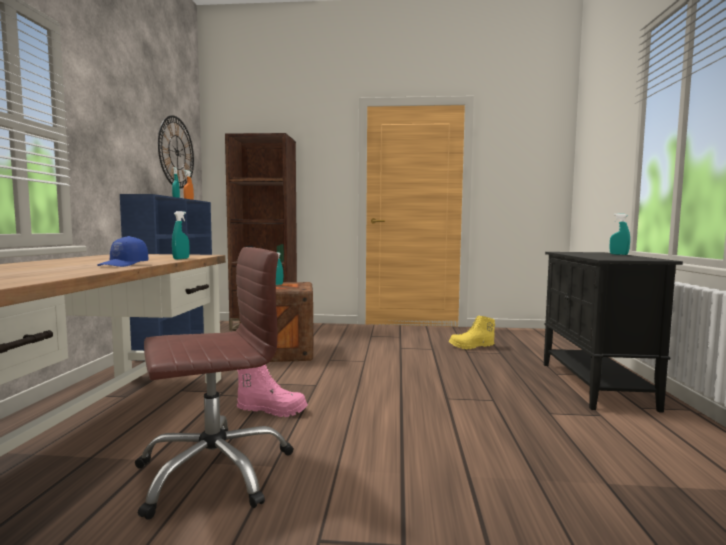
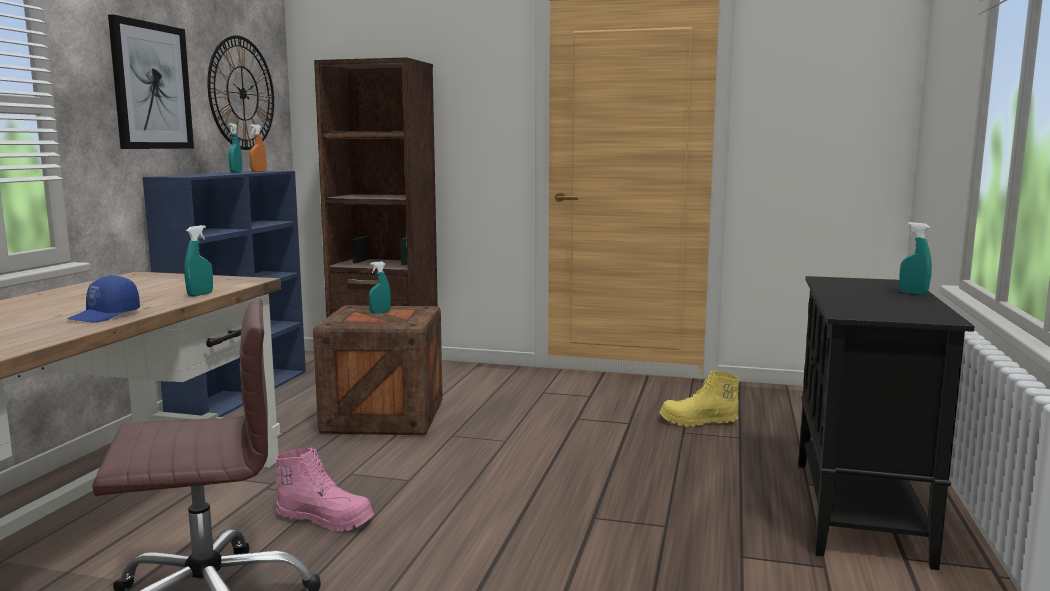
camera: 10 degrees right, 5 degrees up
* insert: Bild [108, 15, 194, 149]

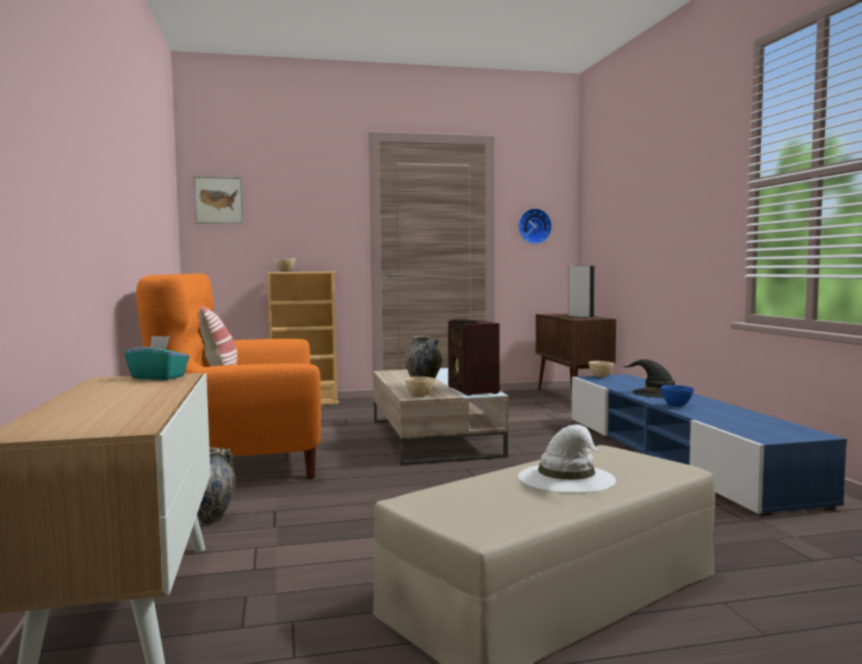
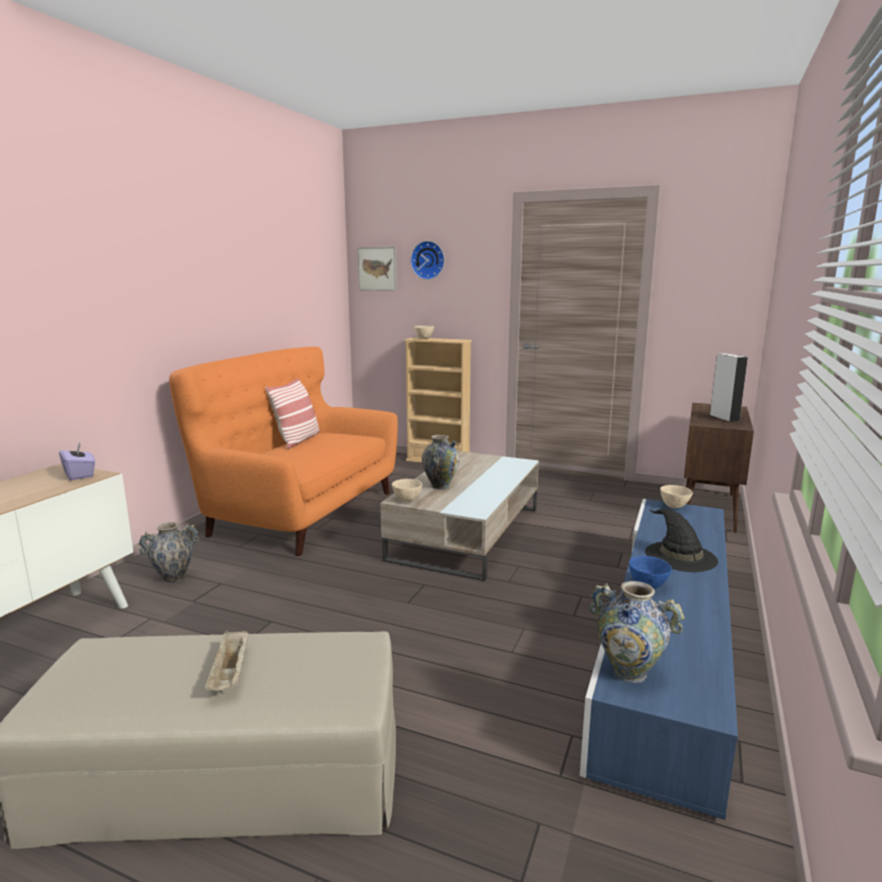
camera: 35 degrees right, 10 degrees up
* recolor: Taschentuchbox (türkis) [124, 336, 190, 380] to Taschentuchbox (lila) [59, 442, 95, 480]
* delete: Radio [448, 319, 500, 396]
* move: Wanduhr [518, 208, 552, 244] to [410, 241, 445, 280]
* replace: Hut (weiß) [518, 424, 616, 493] to Tablett (beige) [204, 630, 249, 691]
* insert: Vase [590, 581, 685, 683]

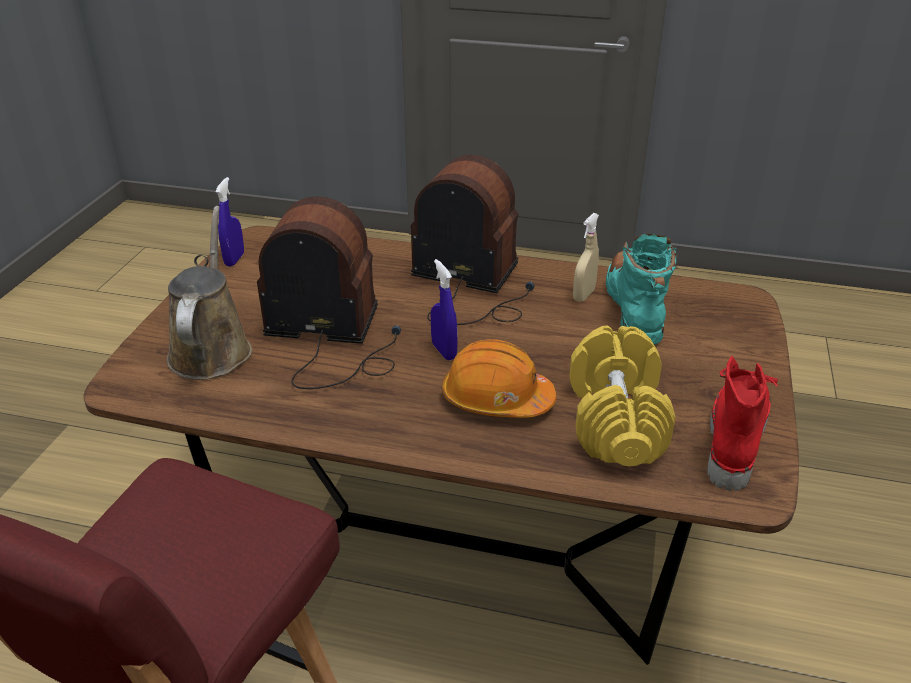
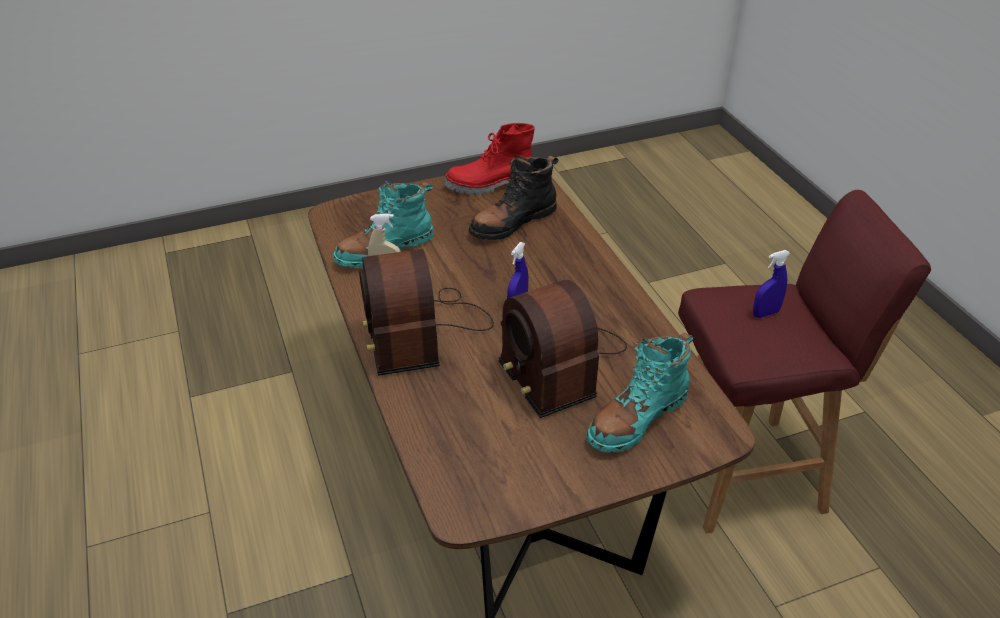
camera: 125 degrees left, 5 degrees up
* replace: Gießkanne (braun) [167, 206, 252, 380] to Stiefel (türkis) [586, 333, 693, 453]
* move: Sprühflasche (blau) [215, 177, 244, 267] to [753, 250, 791, 318]
* delete: Schutzhelm (orange) [442, 339, 557, 418]
* replace: Hantel (gelb) [569, 326, 676, 467] to Stiefel (schwarz) [469, 155, 558, 240]

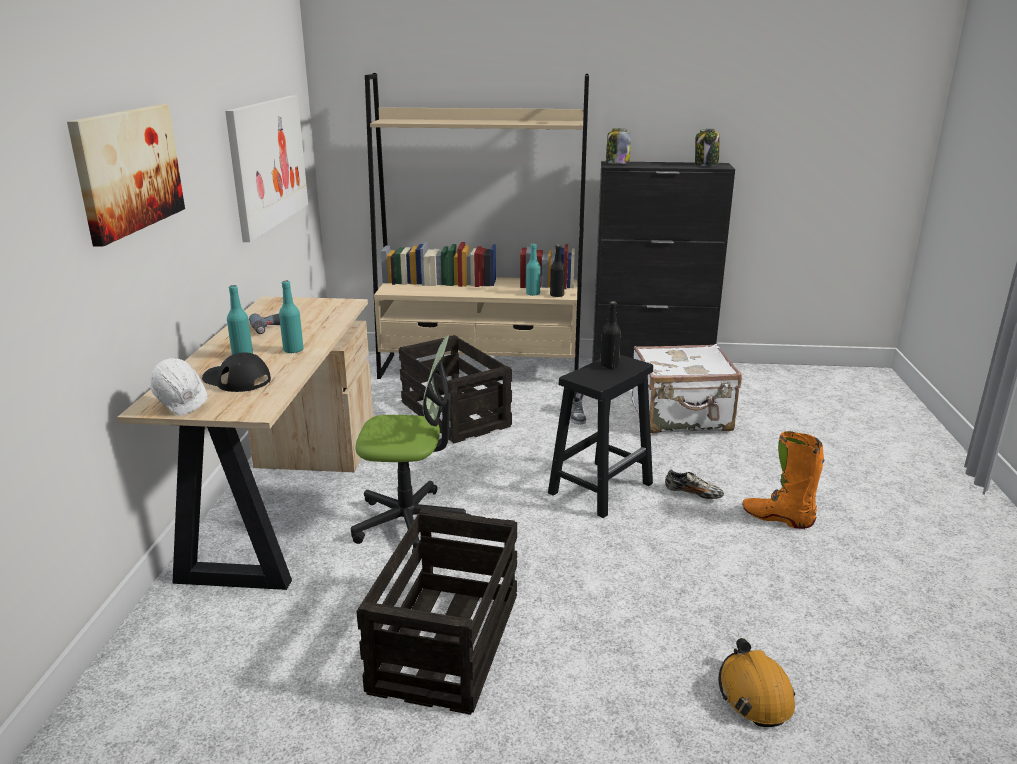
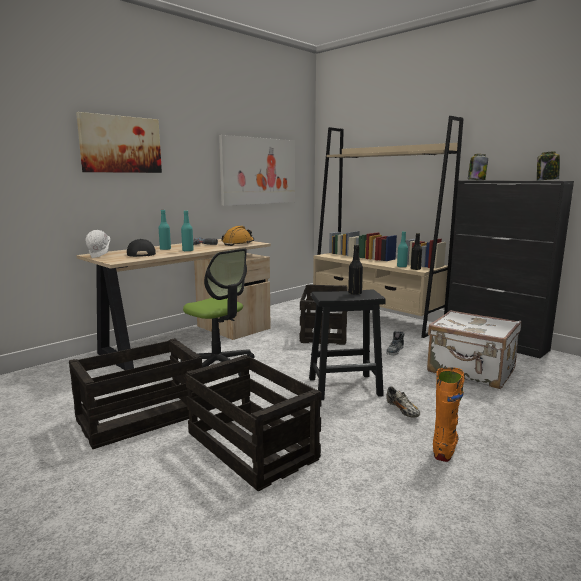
camera: 40 degrees right, 10 degrees down
* move: Schutzhelm (orange) [719, 638, 795, 727] to [221, 226, 254, 246]
* rotate: Stiefel (orange) [743, 431, 824, 529] = [433, 367, 464, 462] 45 degrees clockwise
* insert: Kiste [185, 355, 322, 492]

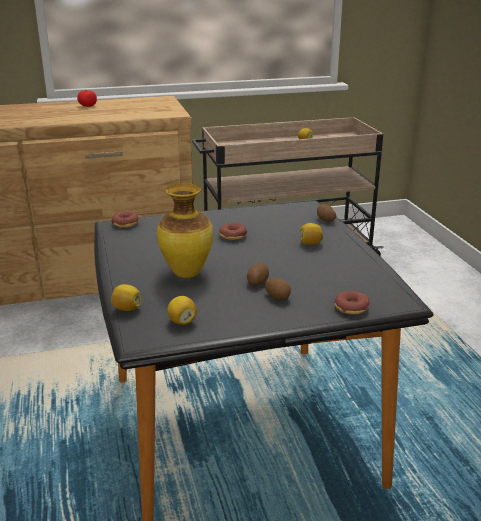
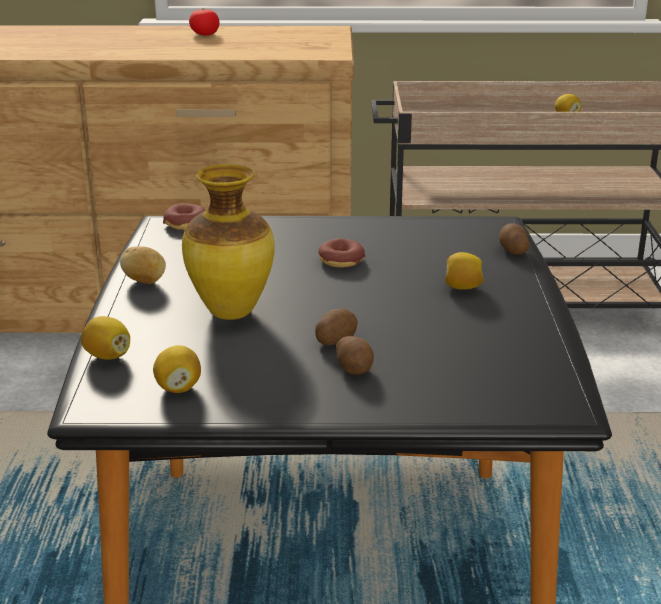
camera: 15 degrees right, 0 degrees up
* delete: Donut [334, 291, 370, 315]
* insert: Kartoffel [120, 246, 166, 284]

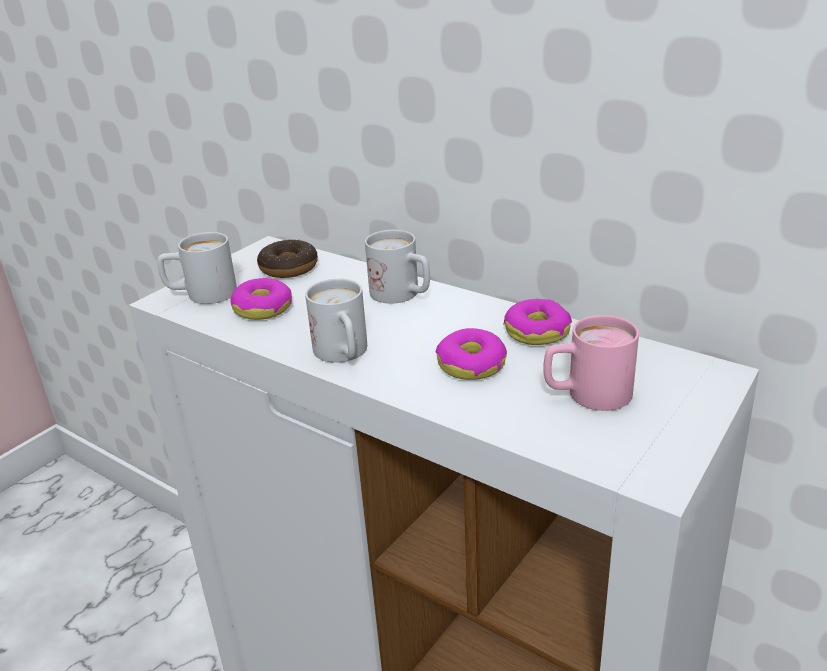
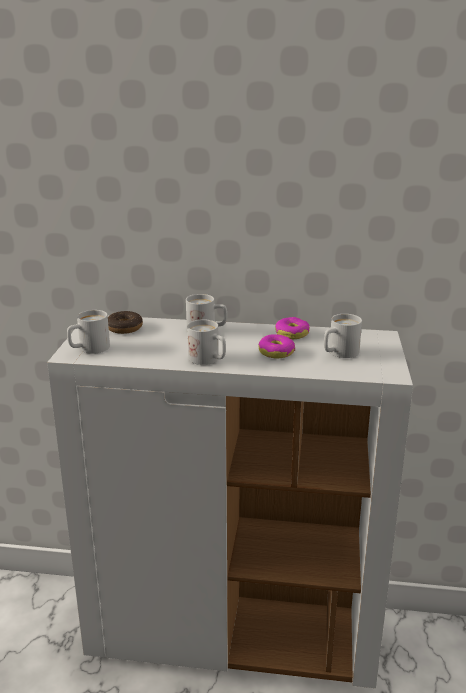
camera: 30 degrees left, 5 degrees down
* delete: Donut [230, 278, 292, 320]
* recolor: Henkelbecher (rosa) [543, 315, 639, 411] to Henkelbecher (weiß) [324, 314, 362, 358]

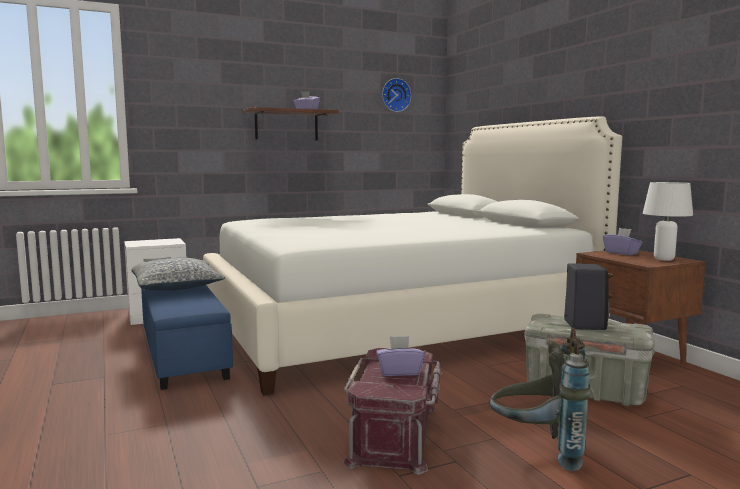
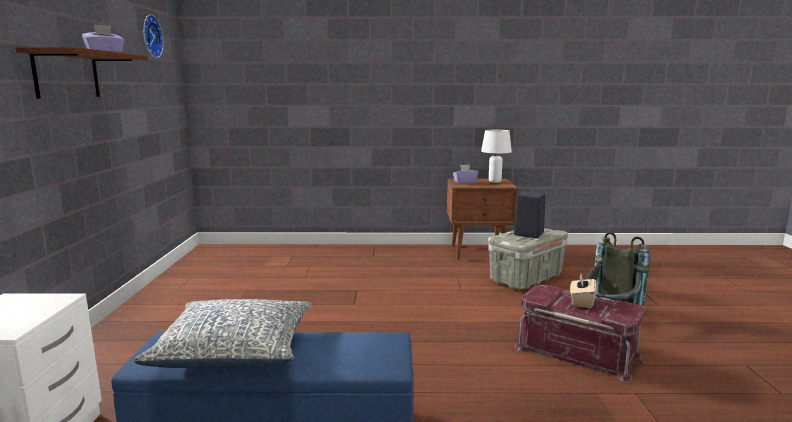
camera: 65 degrees left, 5 degrees up
* delete: Bett (weiß) [203, 116, 622, 396]
* recolor: Taschentuchbox (lila) [376, 336, 425, 376] to Taschentuchbox (beige) [570, 274, 596, 308]

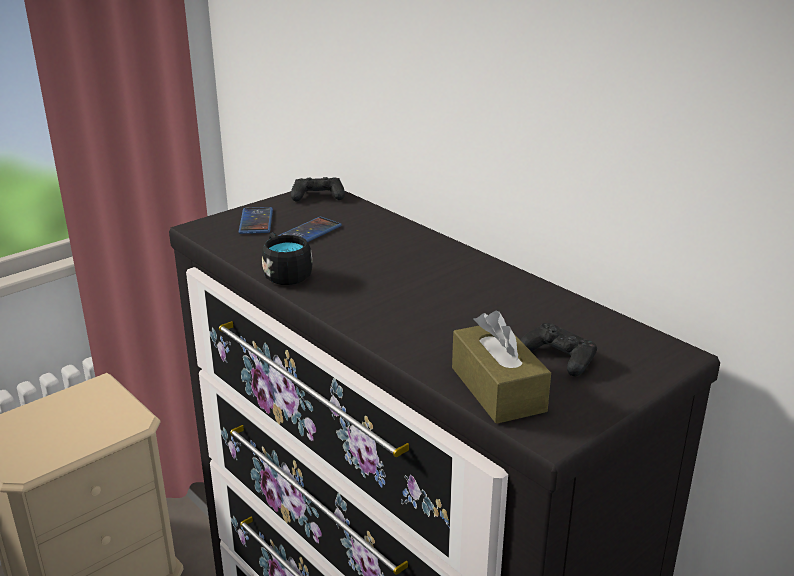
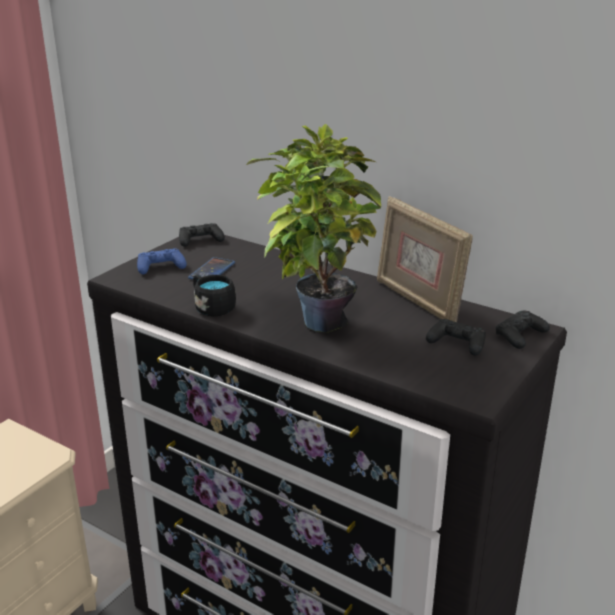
camera: 15 degrees left, 0 degrees up
* replace: Handy [239, 207, 273, 234] to Gamepad (blau) [137, 248, 187, 274]
* delete: Taschentuchbox (braun) [452, 311, 551, 424]
* insert: Topfpflanze [246, 124, 381, 333]
* insert: Bilderrahmen [377, 196, 473, 322]
* insert: Gamepad (schwarz) [496, 311, 550, 349]

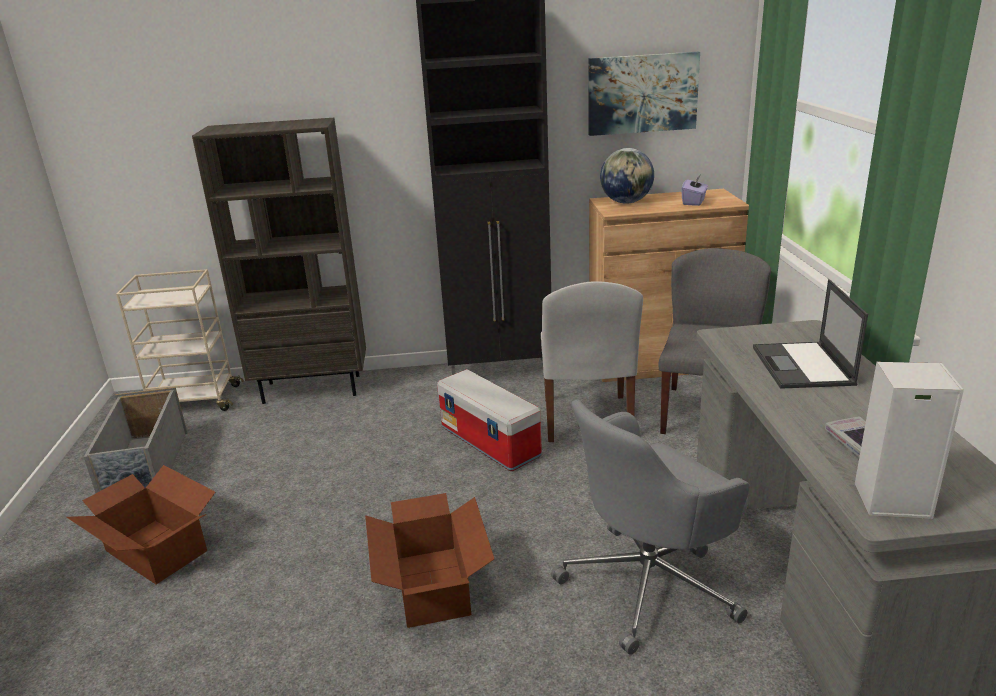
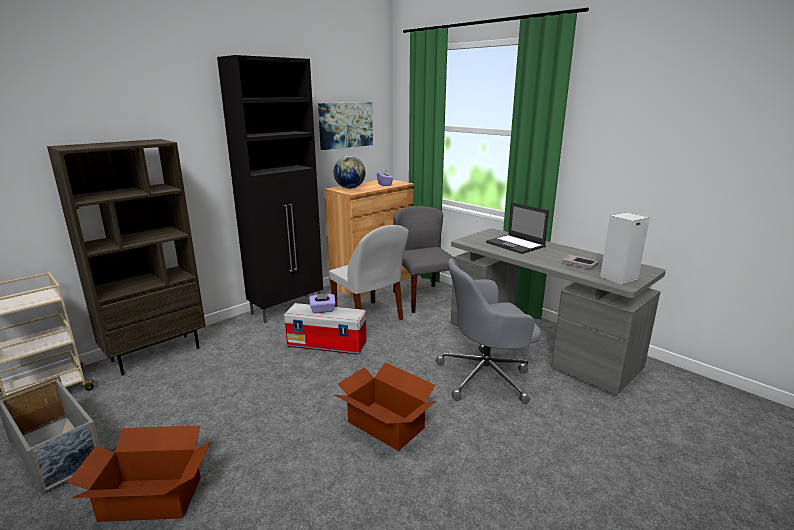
camera: 40 degrees left, 5 degrees down
* rotate: Bürostuhl (grau) [551, 400, 750, 655] = [436, 258, 541, 404] 60 degrees clockwise
* insert: Taschentuchbox (lila) [309, 293, 336, 313]

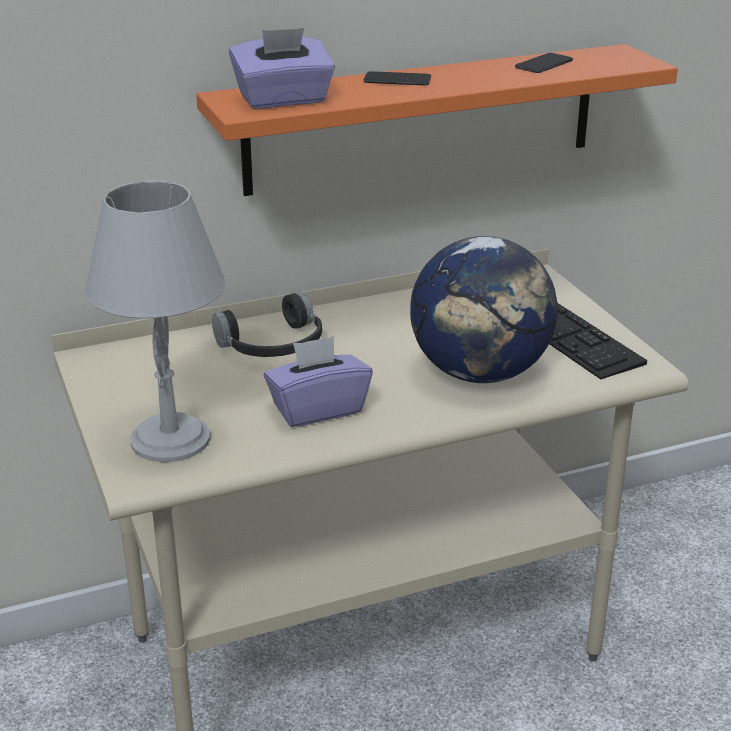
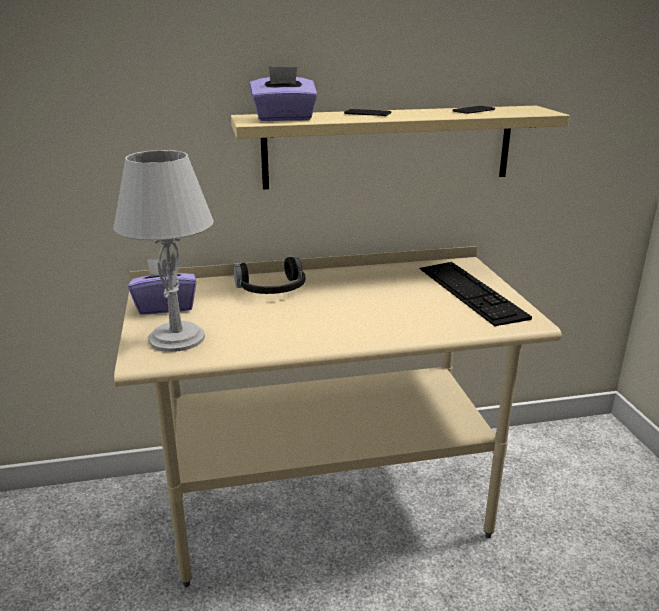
camera: 10 degrees right, 5 degrees down
* recolor: Wandregal (orange) [196, 44, 678, 196] to Wandregal (beige) [231, 106, 570, 190]
* move: Taschentuchbox (lila) [264, 336, 373, 427] to [128, 259, 196, 315]
* delete: Globus [410, 236, 558, 383]

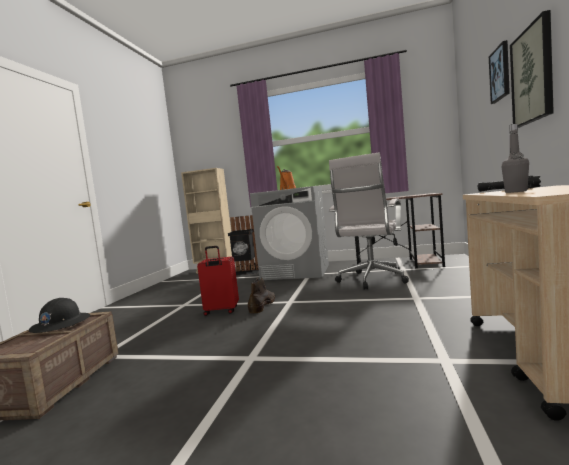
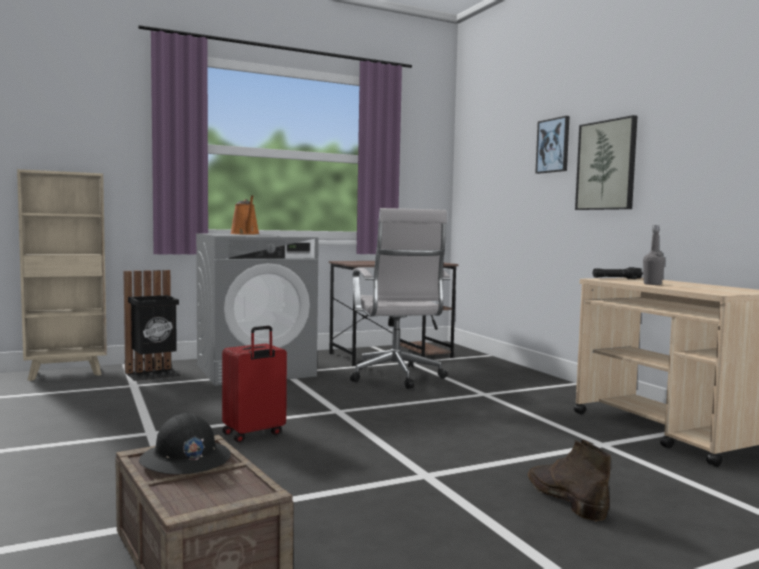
camera: 40 degrees left, 0 degrees up
* move: Stiefel (braun) [248, 277, 275, 313] to [528, 440, 611, 522]

